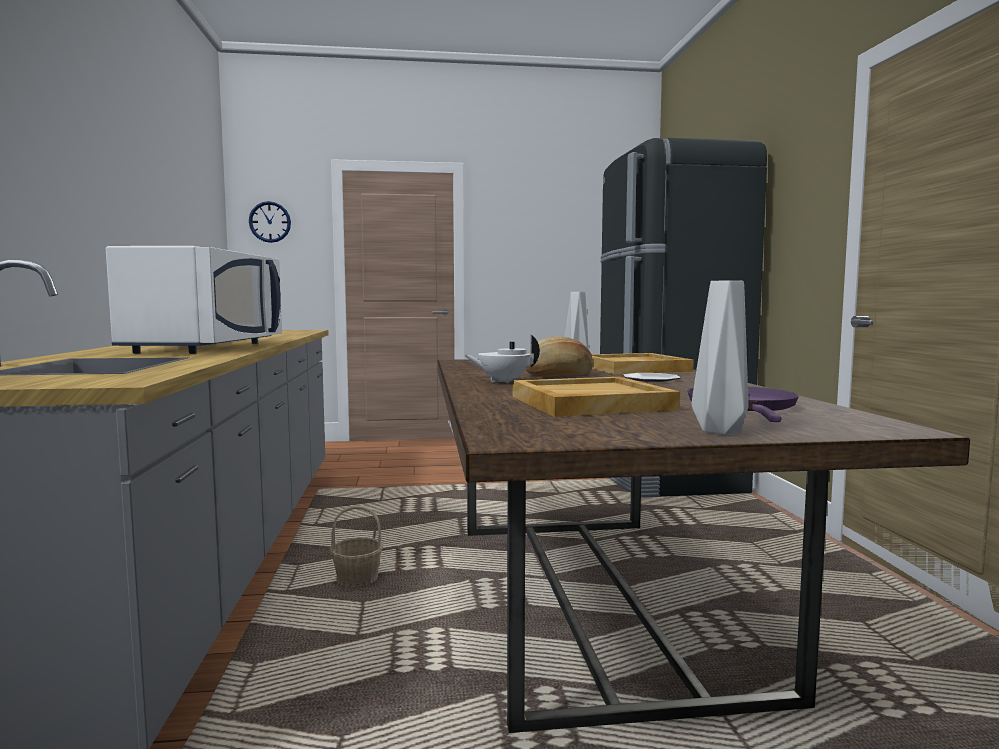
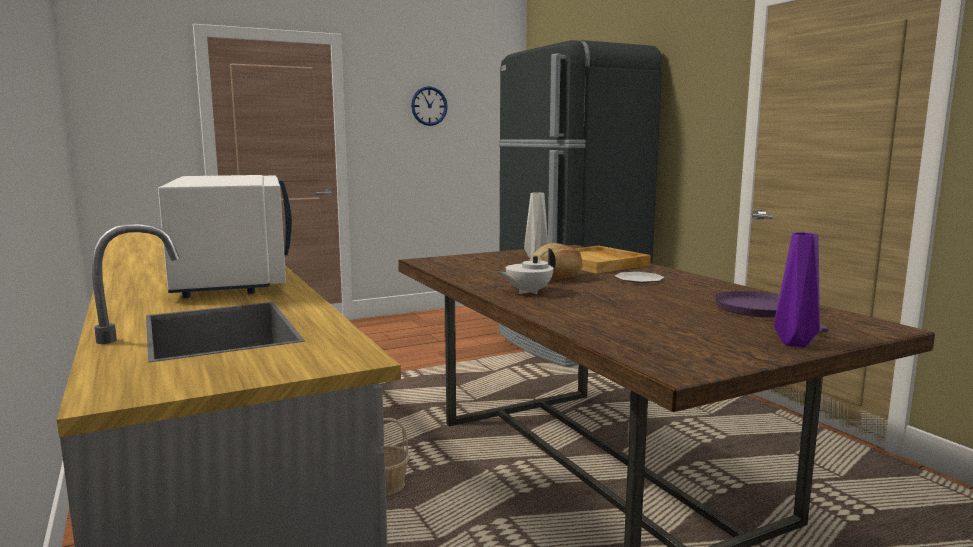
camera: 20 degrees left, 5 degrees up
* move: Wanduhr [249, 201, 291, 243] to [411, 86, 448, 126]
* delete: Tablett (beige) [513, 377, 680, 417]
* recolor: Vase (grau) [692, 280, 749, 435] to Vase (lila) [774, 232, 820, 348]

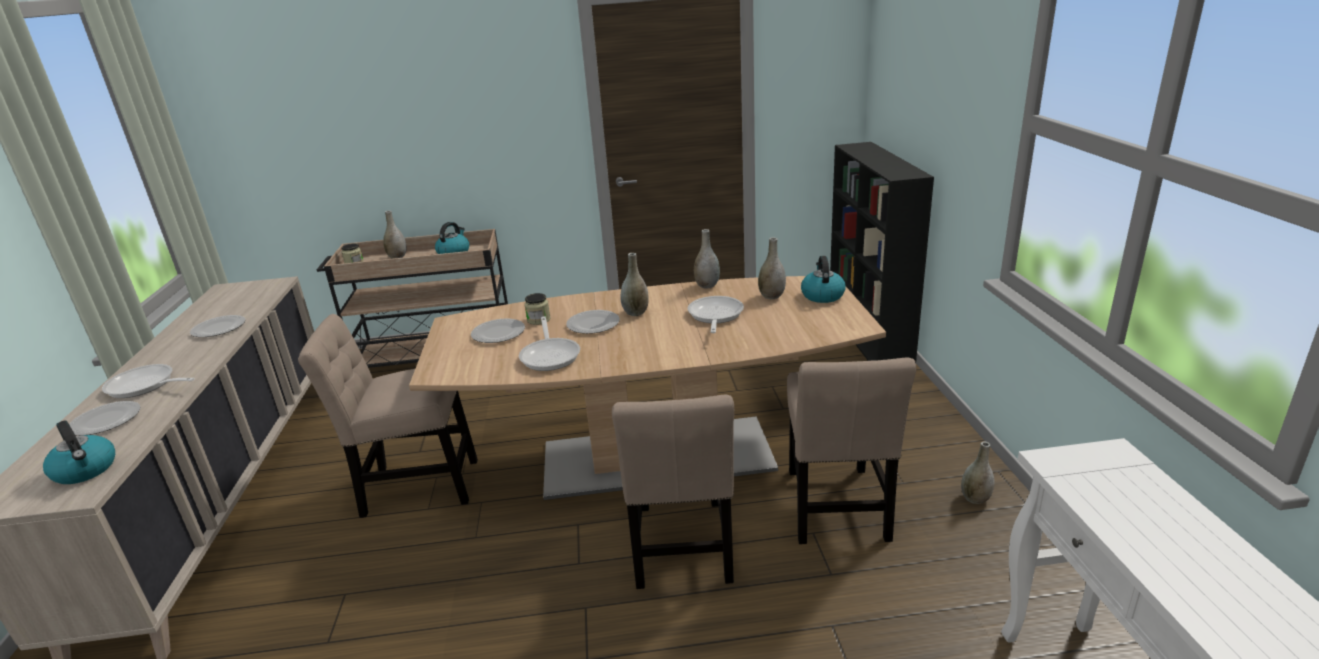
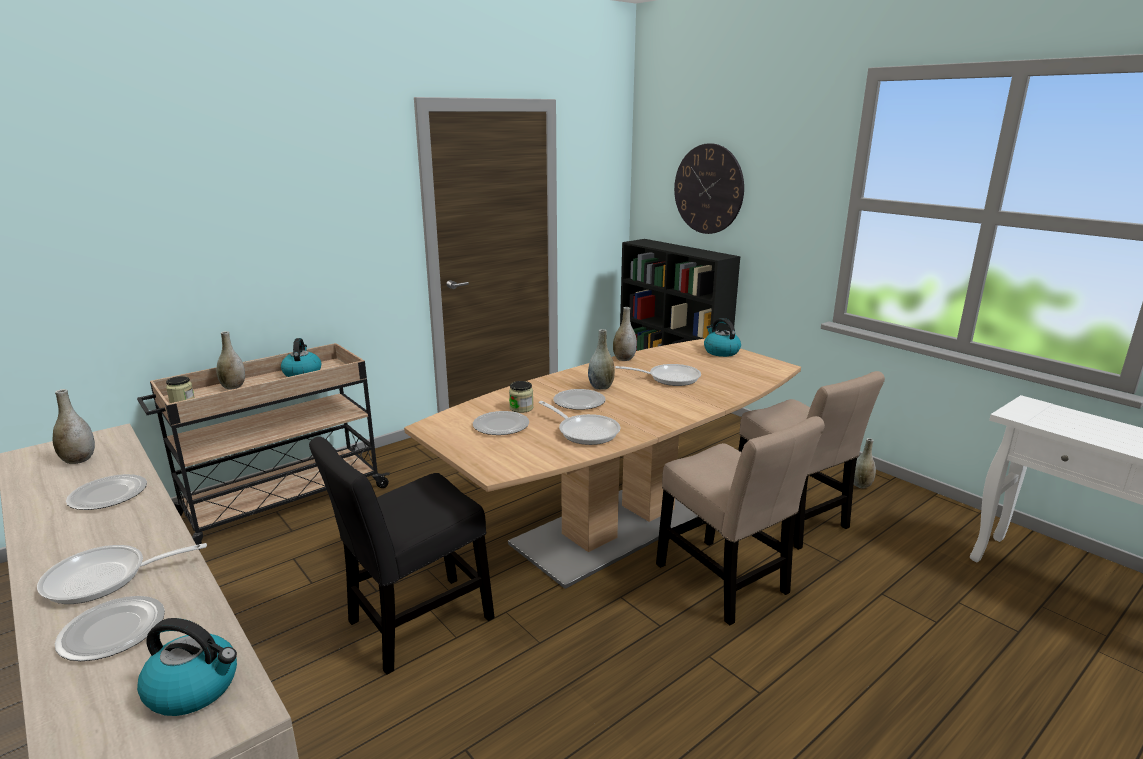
camera: 35 degrees left, 5 degrees down
* recolor: Stuhl (beige) [298, 314, 478, 518] to Stuhl (schwarz) [309, 437, 495, 675]
* rotate: Pfanne [688, 296, 744, 333] = [615, 364, 701, 386] 120 degrees clockwise
* move: Vase (grau) [758, 237, 786, 299] to [52, 389, 95, 464]
* insert: Wanduhr [674, 143, 744, 234]

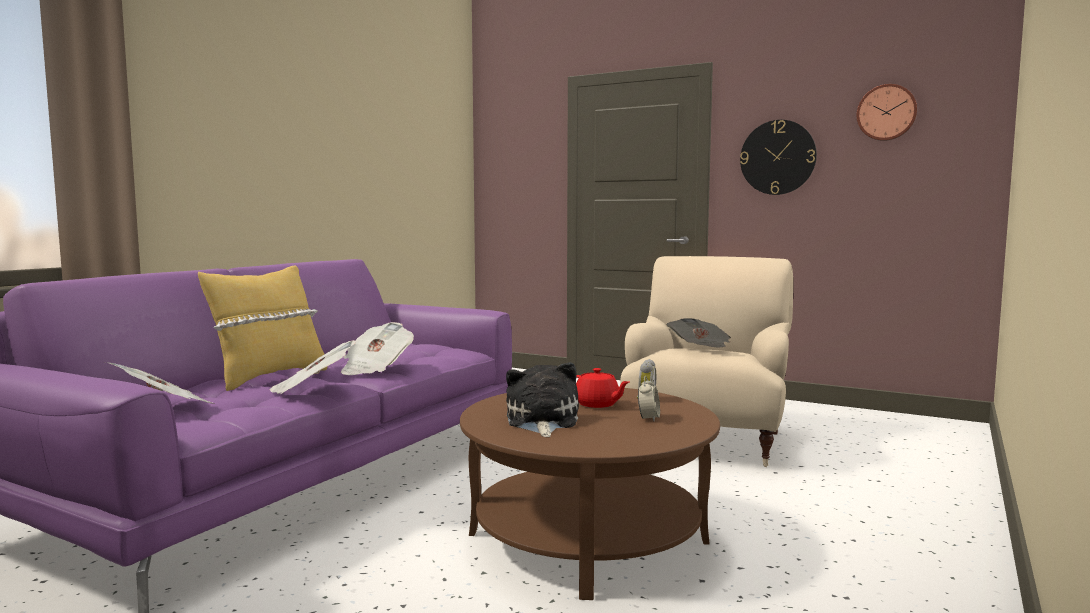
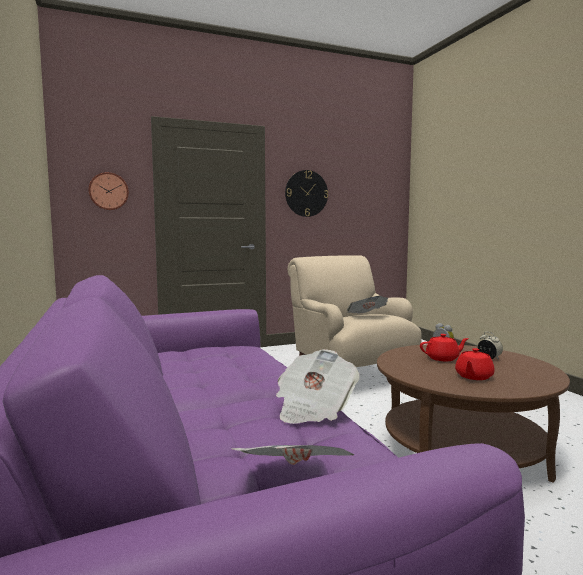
camera: 50 degrees left, 0 degrees up
* delete: Kissen (gelb) [198, 266, 328, 391]
* delete: Zeitung [341, 322, 414, 375]
* replace: Plüschtier [506, 362, 579, 437] to Teekanne (rot) [455, 348, 495, 380]
* move: Wanduhr [857, 84, 917, 141] to [89, 172, 129, 210]

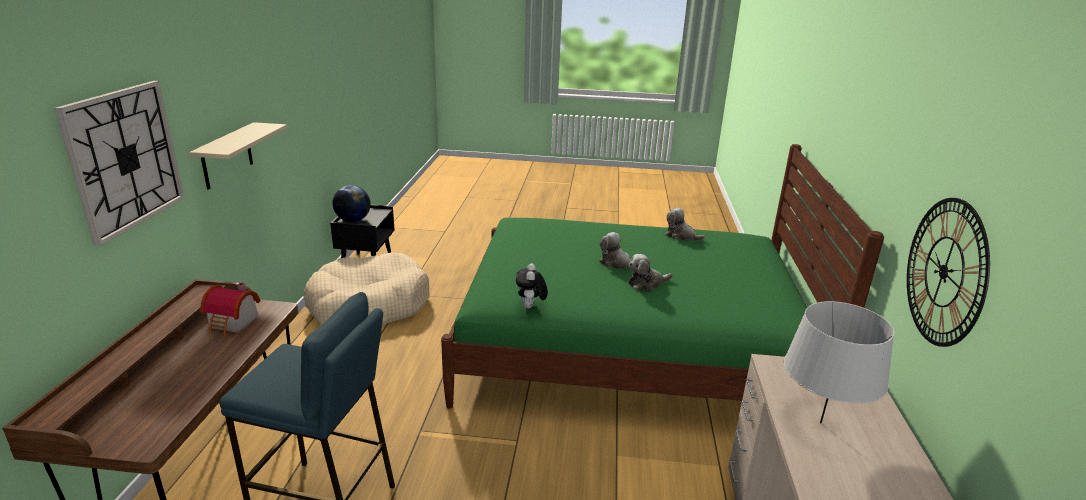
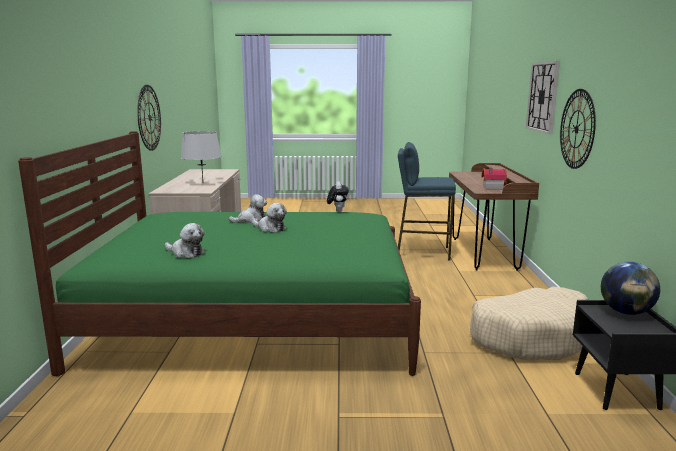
camera: 175 degrees right, 10 degrees down
* replace: Wandregal (beige) [189, 122, 287, 190] to Wanduhr [560, 89, 596, 169]

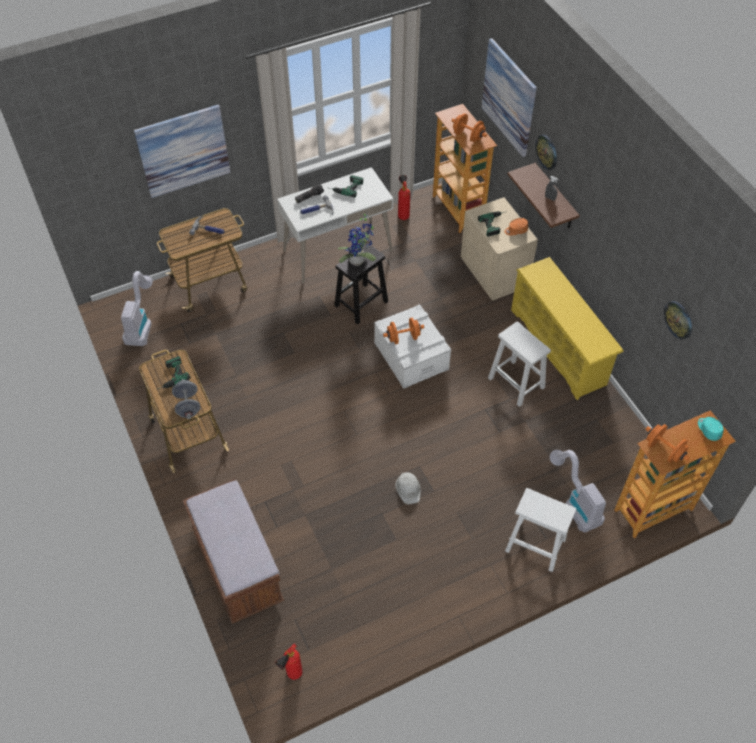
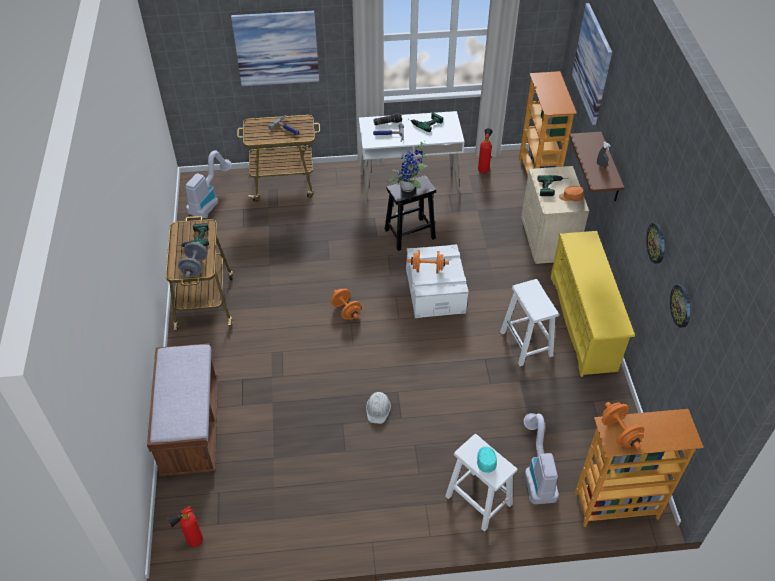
camera: 20 degrees right, 5 degrees down
* move: Hantel (orange) [452, 113, 487, 142] to [331, 289, 361, 320]
* move: Wanduhr [535, 135, 557, 170] to [646, 223, 665, 264]
* move: Kappe (türkis) [698, 417, 724, 441] to [477, 447, 497, 473]

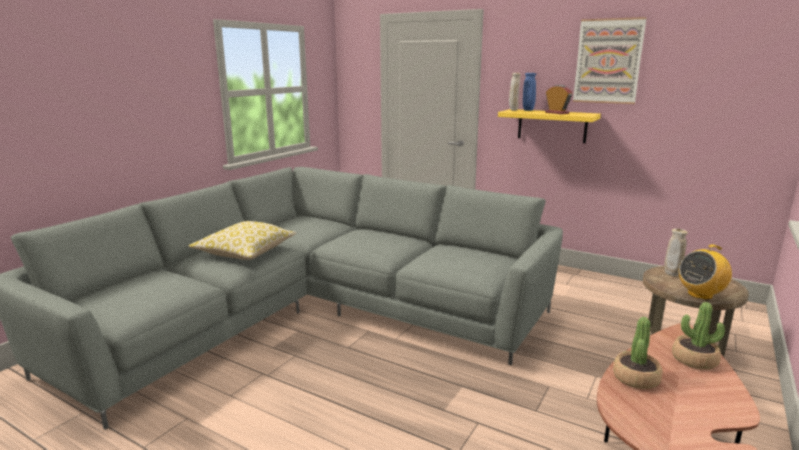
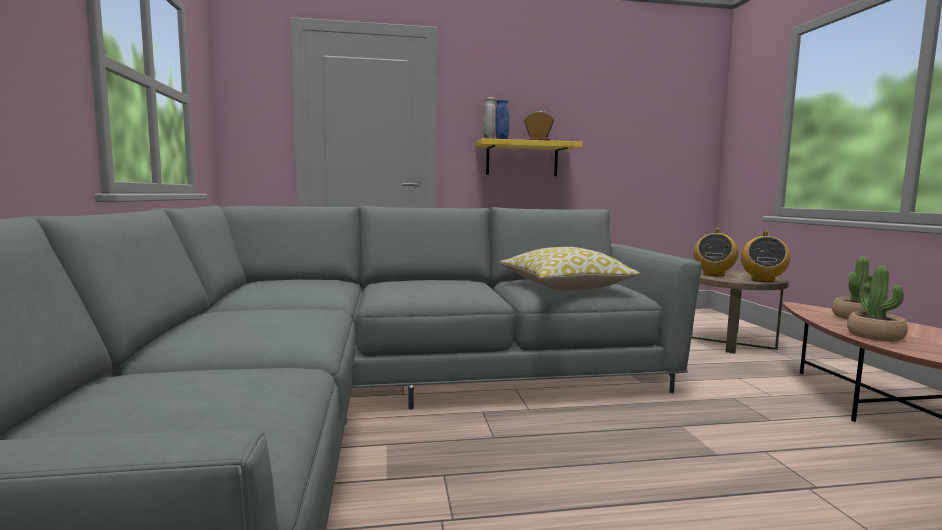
camera: 40 degrees left, 10 degrees down
* move: Kissen [188, 221, 297, 260] to [499, 247, 640, 291]
* delete: Bild [573, 17, 647, 104]
* replace: Vase (beige) [664, 228, 688, 276] to Radio [694, 228, 738, 276]

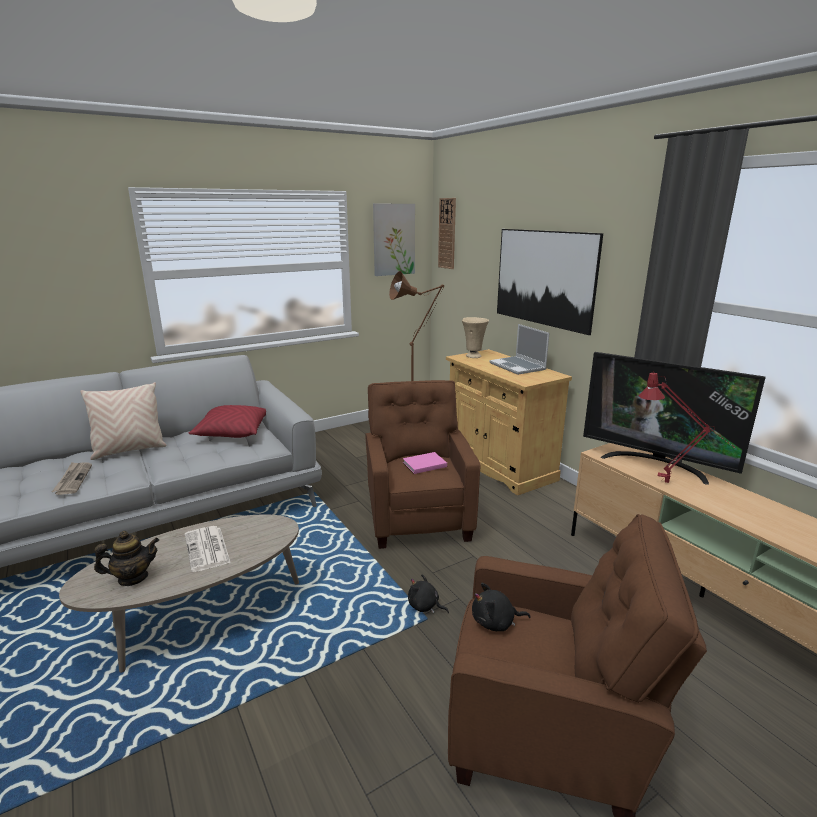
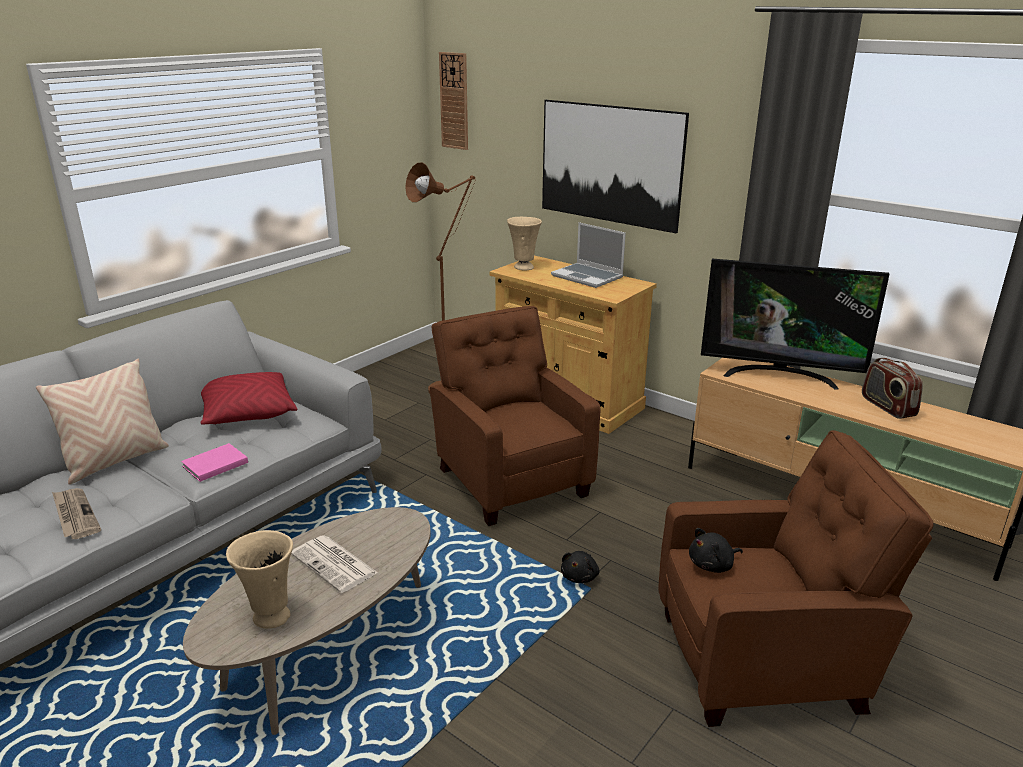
camera: 20 degrees left, 5 degrees up
* replace: Teekanne [94, 531, 159, 586] to Vase (beige) [226, 530, 293, 629]
* delete: Bild [373, 204, 415, 276]
* move: Buch (rosa) [403, 452, 447, 474] to [181, 443, 248, 482]
* rotate: Plüschtier (schwarz) [408, 574, 449, 614] = [561, 551, 599, 583] 75 degrees counterclockwise
* delete: Tischlampe (rot) [638, 371, 735, 483]
* insert: Radio [862, 358, 923, 419]

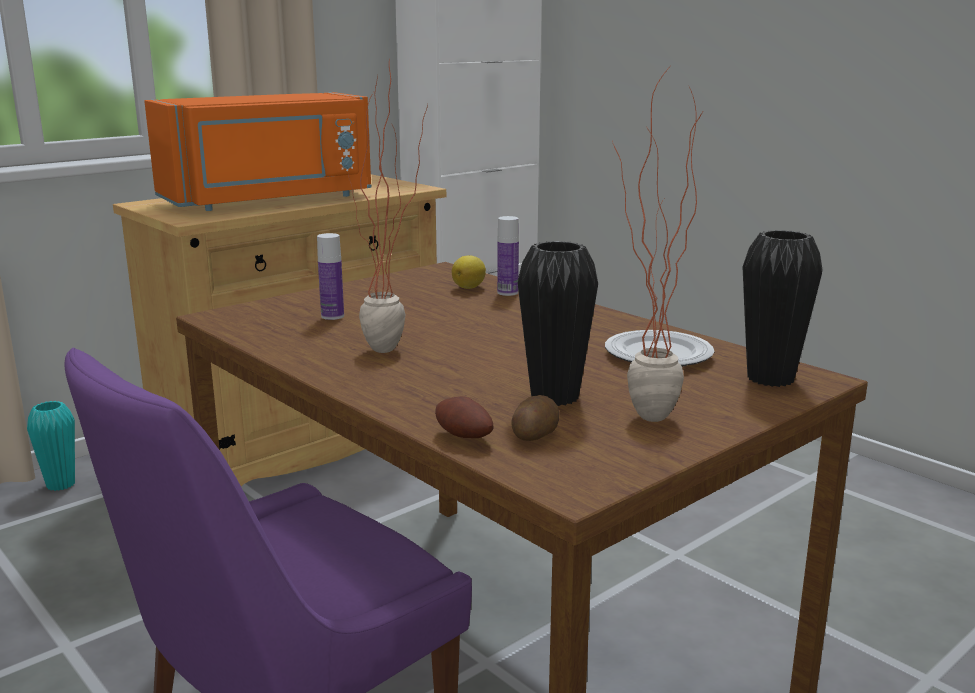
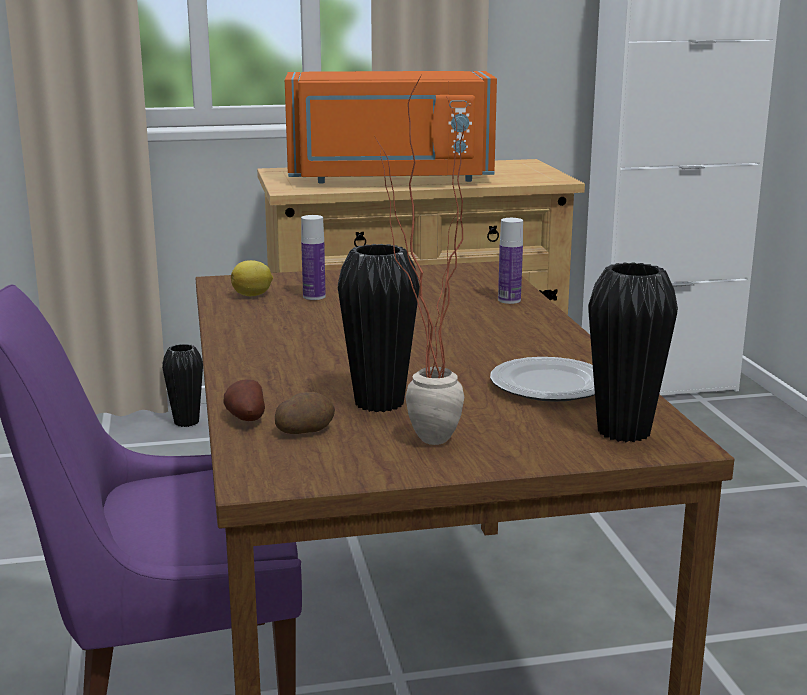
camera: 30 degrees right, 0 degrees up
* recolor: Vase (türkis) [27, 401, 75, 491] to Vase (schwarz) [162, 344, 203, 427]
* delete: Topfpflanze [348, 58, 428, 353]
* move: Zitrone [452, 255, 486, 289] to [231, 260, 273, 296]

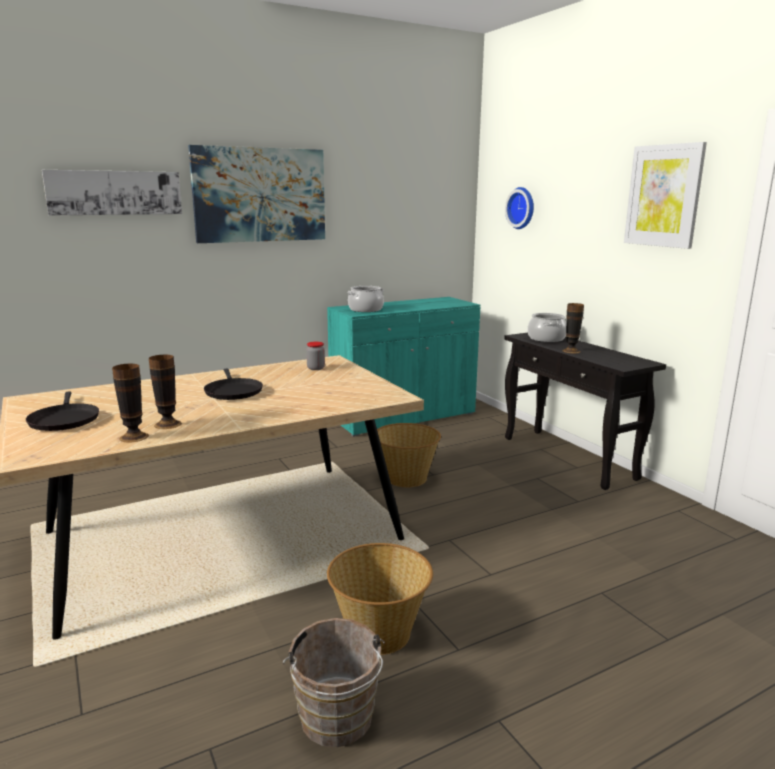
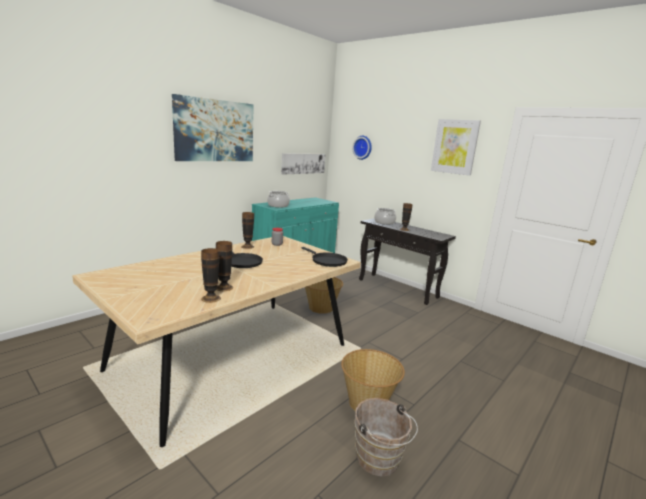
camera: 20 degrees left, 0 degrees up
* move: Pfanne (schwarz) [26, 391, 99, 431] to [301, 247, 348, 267]
* move: Bild [42, 170, 182, 216] to [281, 153, 326, 175]
* insert: Vase [241, 212, 254, 249]

